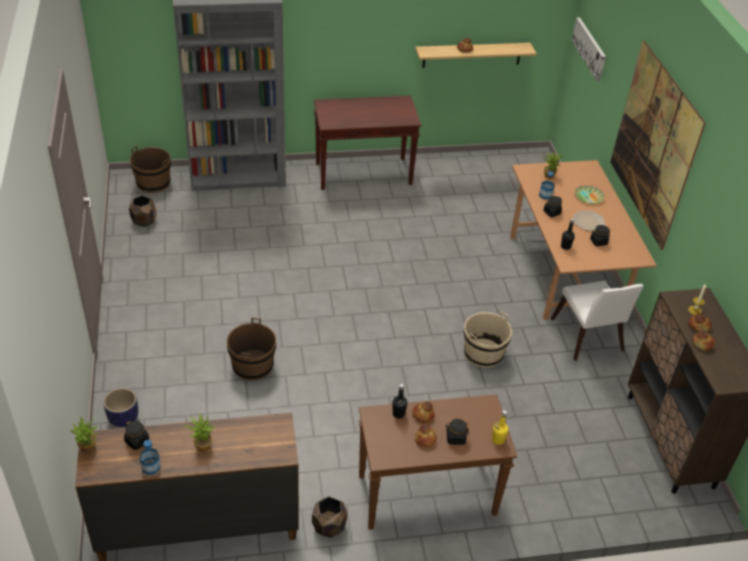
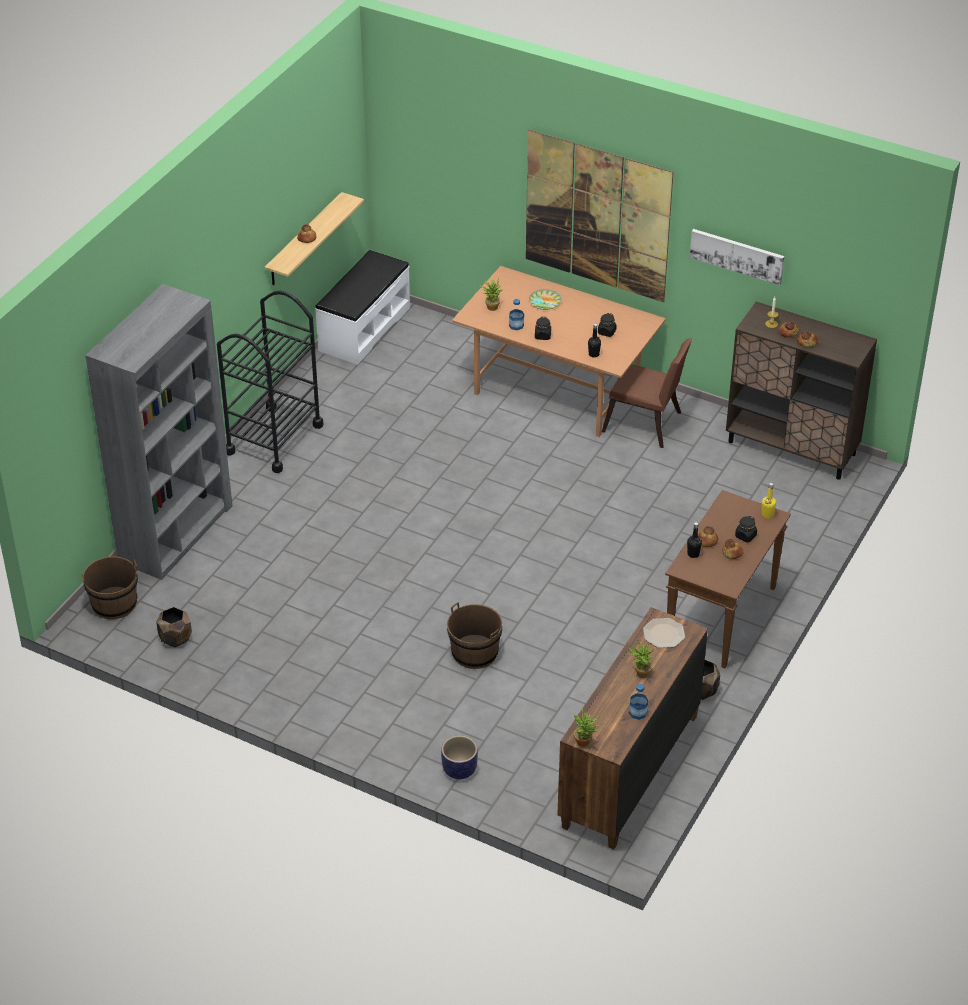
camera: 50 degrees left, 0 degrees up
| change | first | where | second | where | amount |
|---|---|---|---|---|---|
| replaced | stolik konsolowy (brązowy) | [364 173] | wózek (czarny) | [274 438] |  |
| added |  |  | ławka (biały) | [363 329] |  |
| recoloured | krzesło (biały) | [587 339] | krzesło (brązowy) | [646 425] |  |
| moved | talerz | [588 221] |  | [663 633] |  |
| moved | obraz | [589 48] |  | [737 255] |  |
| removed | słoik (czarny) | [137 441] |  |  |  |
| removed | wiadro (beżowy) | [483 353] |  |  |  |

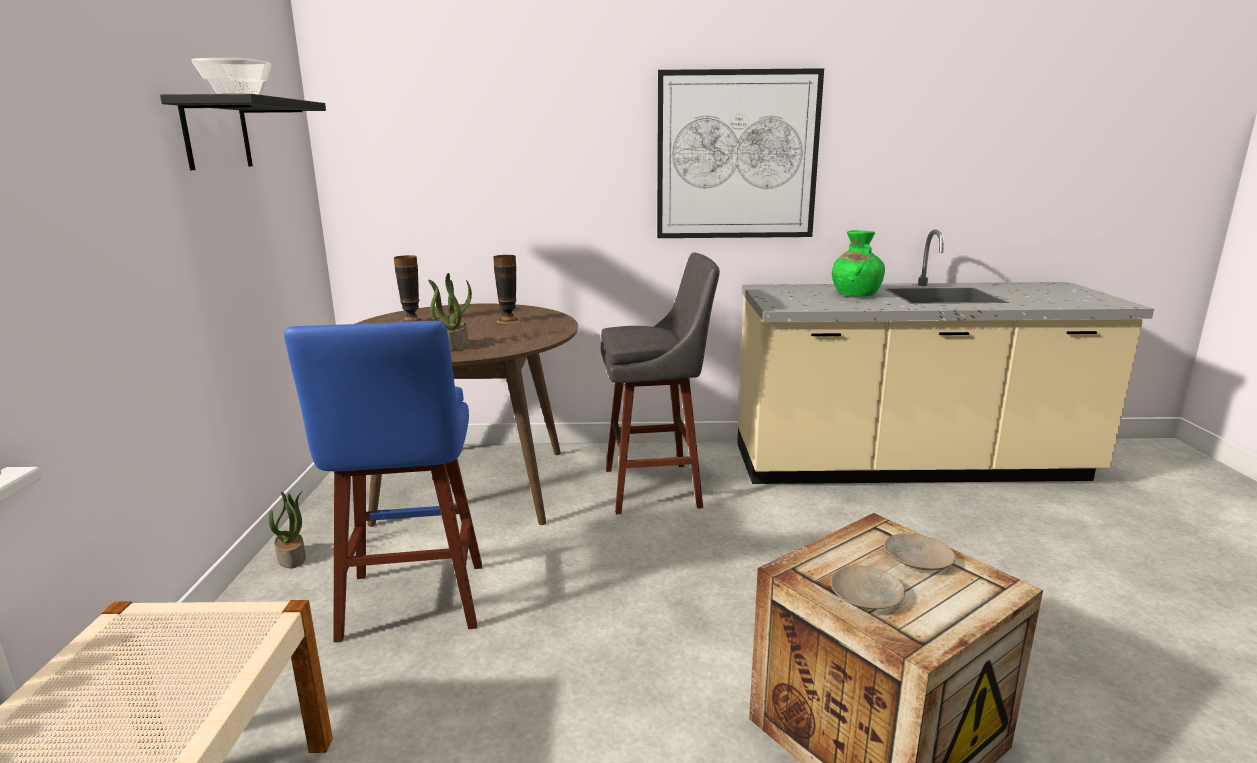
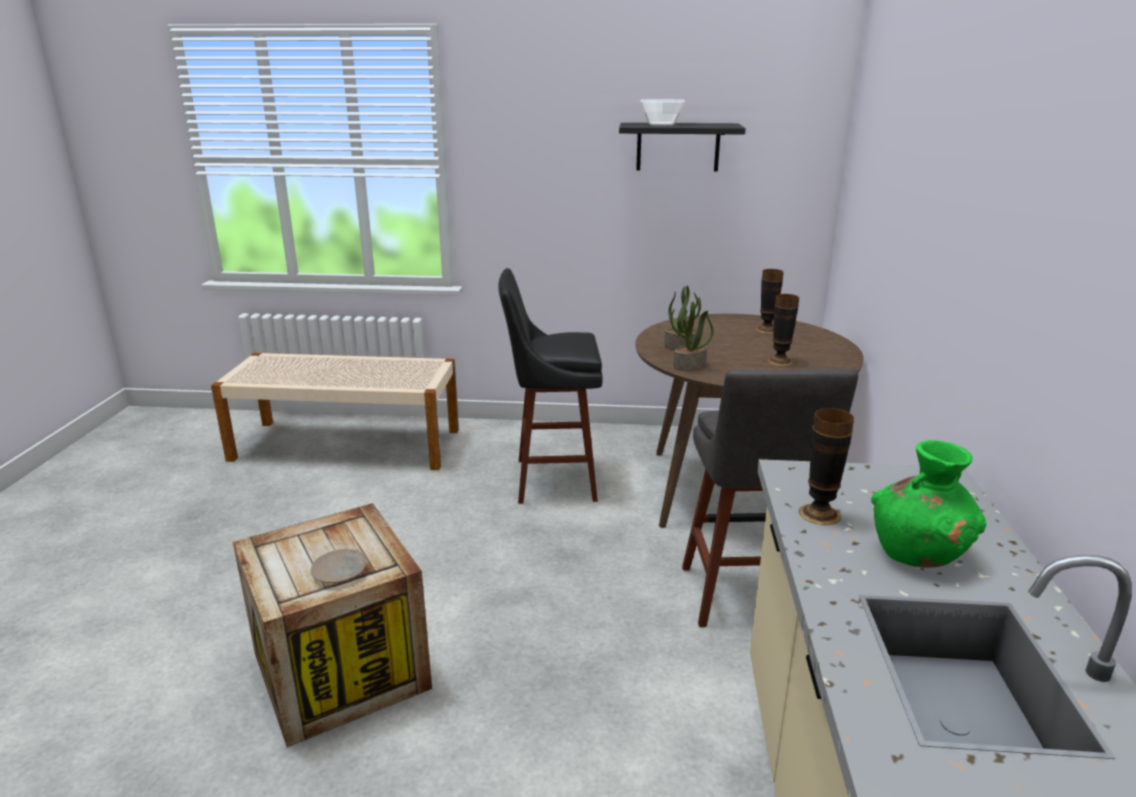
camera: 95 degrees right, 5 degrees up
| change | first | where | second | where | amount |
|---|---|---|---|---|---|
| recoloured | stołek (niebieski) | [411 605] | stołek (czarny) | [551 479] |  |
| moved | roślina doniczkowa | [292 558] |  | [689 366] |  |
| added |  |  | wazon | [819 514] |  |
| removed | obraz | [737 156] |  |  |  |
| removed | talerz (beżowy) | [867 595] |  |  |  |

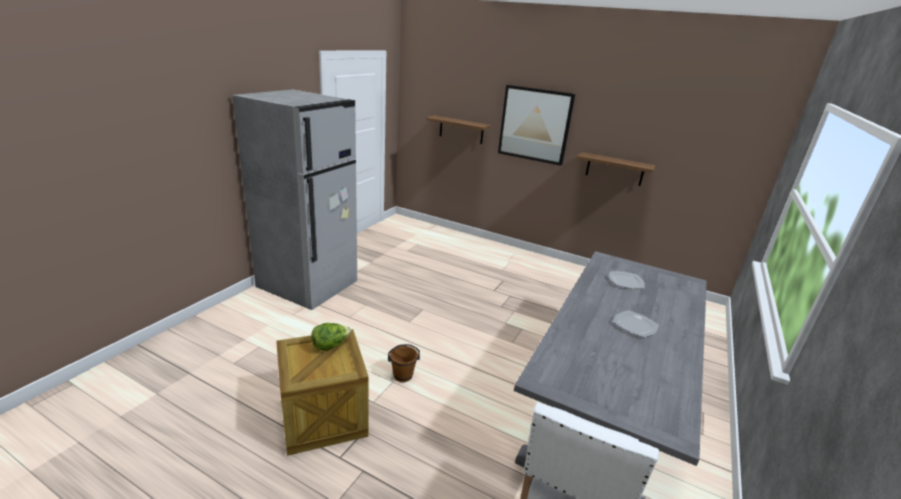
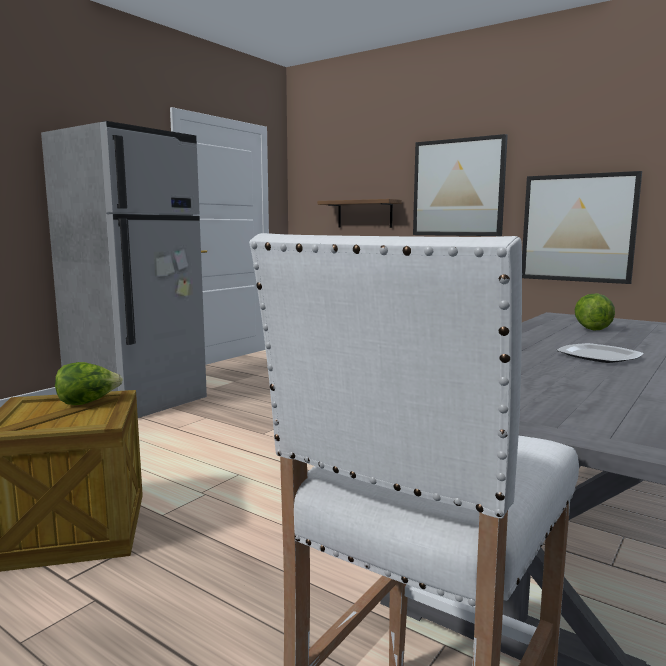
camera: 10 degrees right, 15 degrees down
| change | first | where | second | where | amount |
|---|---|---|---|---|---|
| replaced | półka | [614 169] | obraz | [578 228] |  |
| replaced | talerz | [625 281] | sałata | [591 329] |  |
| removed | wiadro (brązowy) | [403 375] |  |  |  |

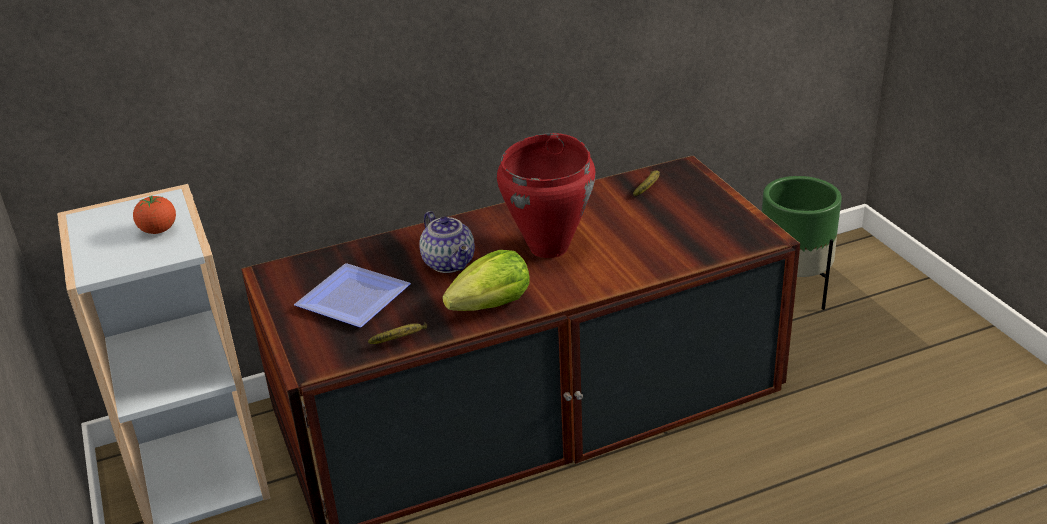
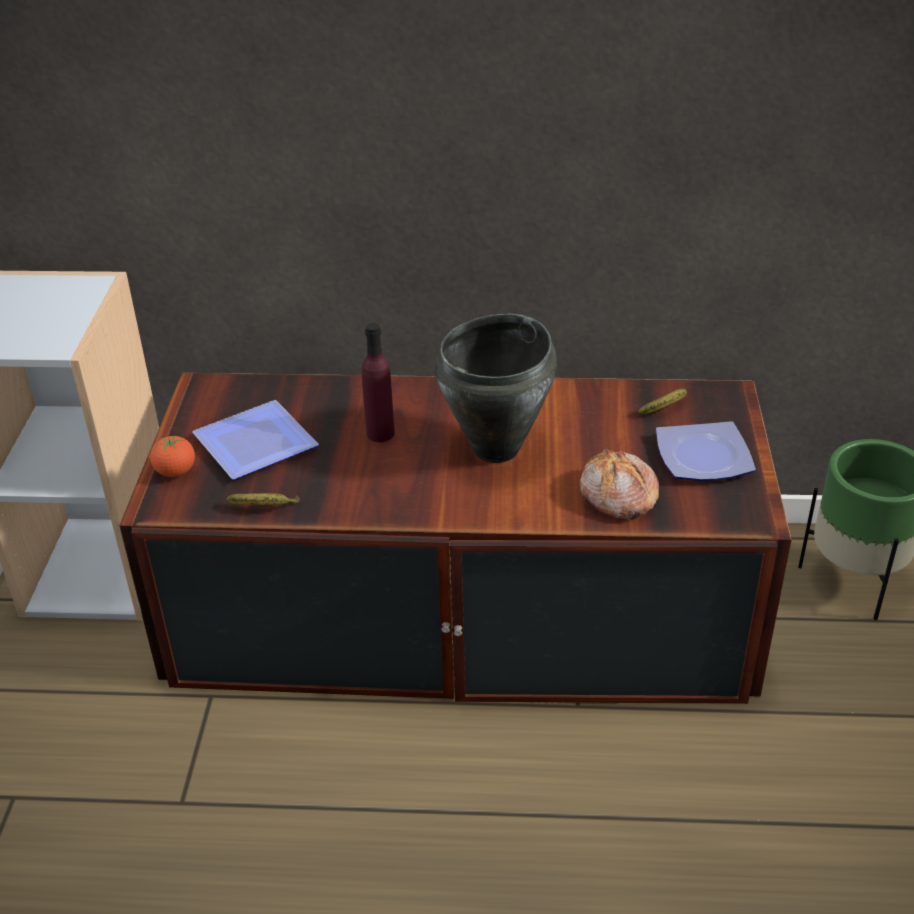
camera: 25 degrees right, 5 degrees up
| change | first | where | second | where | amount |
|---|---|---|---|---|---|
| moved | pomidor | [158 230] |  | [175 472] |  |
| replaced | imbryk | [450 263] | butelka (fioletowy) | [380 433] |  |
| recoloured | garnek (czerwony) | [550 247] | garnek (czarny) | [497 448] |  |
| added |  |  | chleb | [617 496] |  |
| added |  |  | talerz | [705 458] |  |
| removed | sałata | [492 306] |  |  |  |

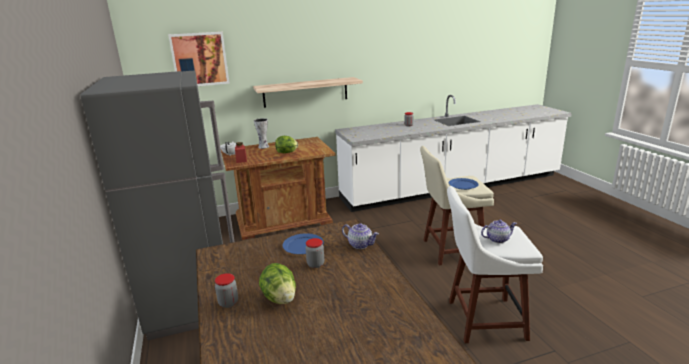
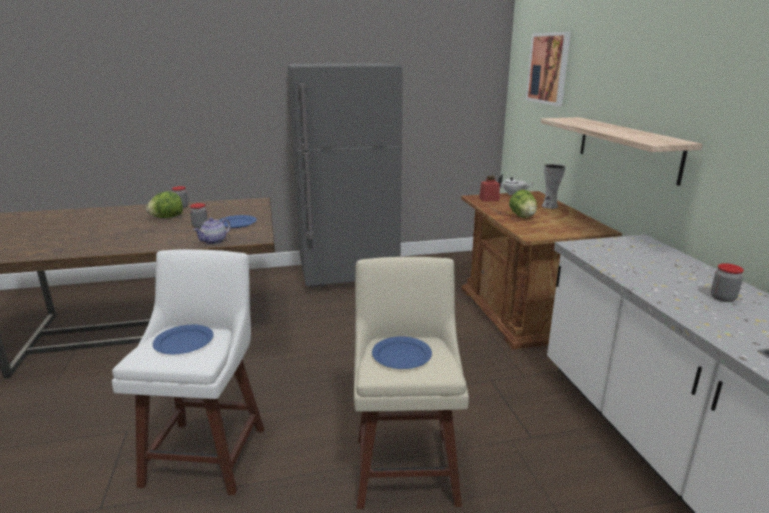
camera: 95 degrees right, 0 degrees up
| change | first | where | second | where | amount |
|---|---|---|---|---|---|
| replaced | imbryk | [497 239] | talerz (niebieski) | [184 342] |  |

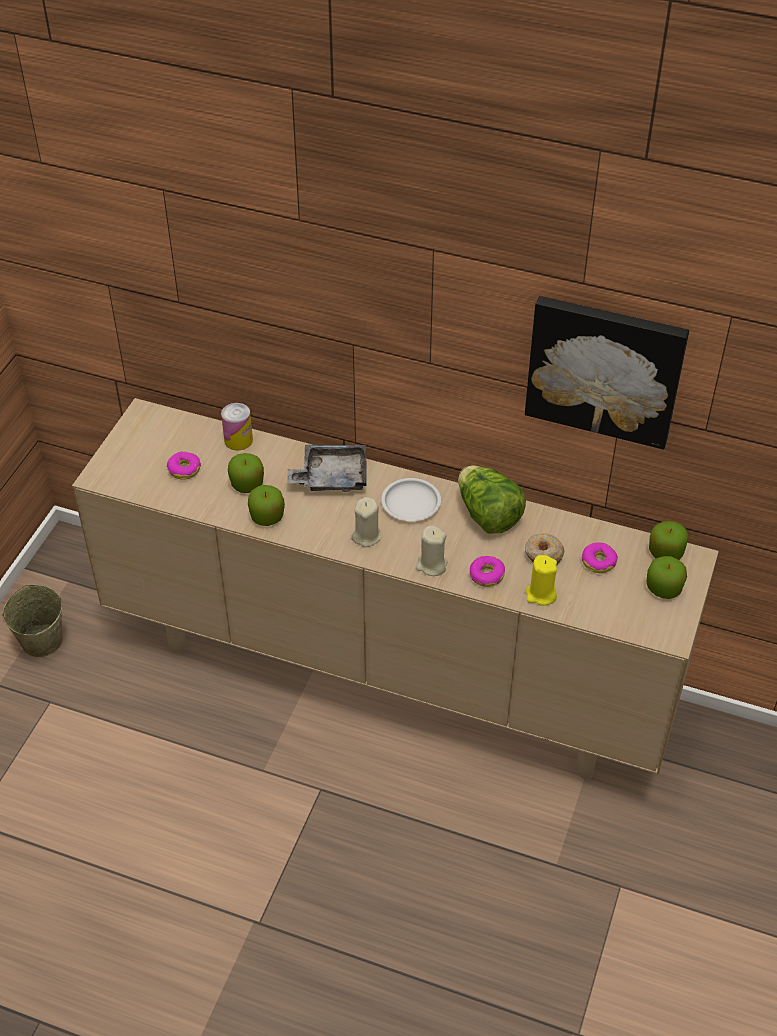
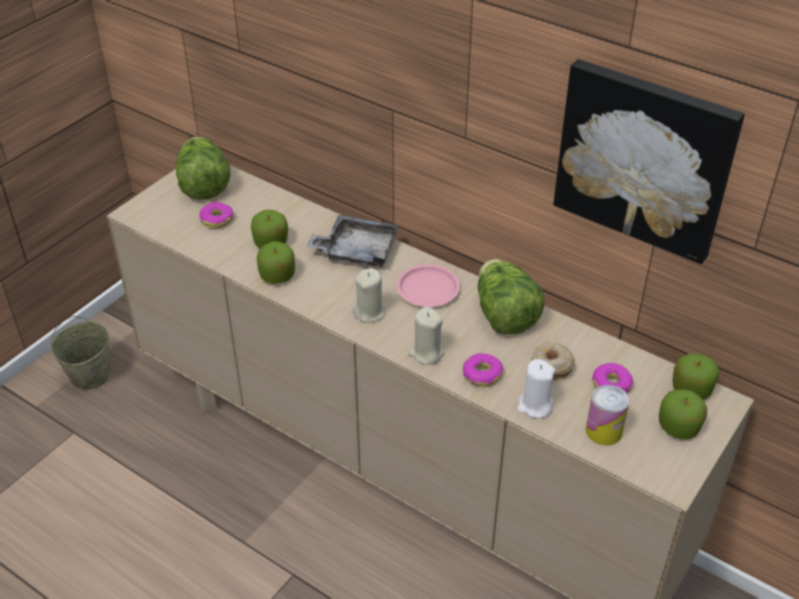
camera: 15 degrees right, 5 degrees down
| change | first | where | second | where | amount |
|---|---|---|---|---|---|
| added |  |  | sałata | [203 186] |  |
| recoloured | talerz (biały) | [411 503] | talerz (różowy) | [428 290] |  |
| recoloured | świeca (żółty) | [540 594] | świeca (biały) | [535 406] |  |
| moved | puszka | [238 440] |  | [603 431] |  |

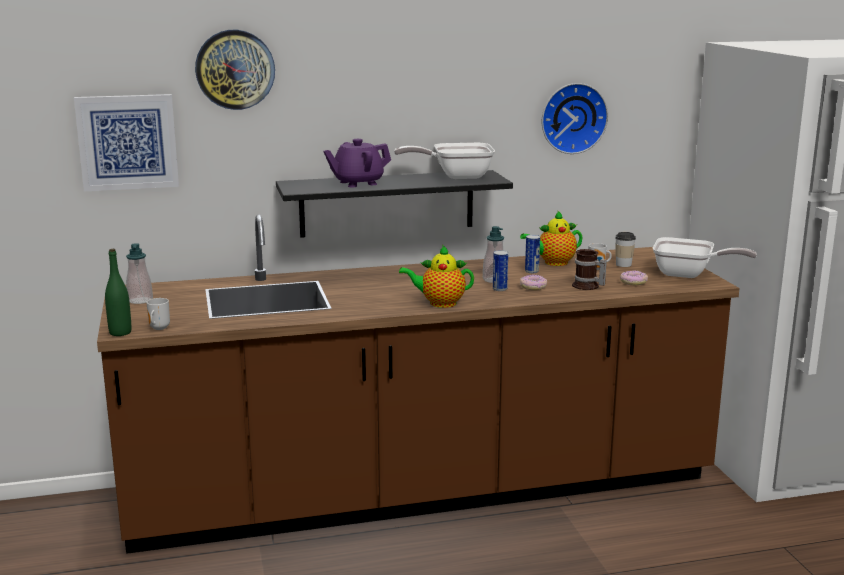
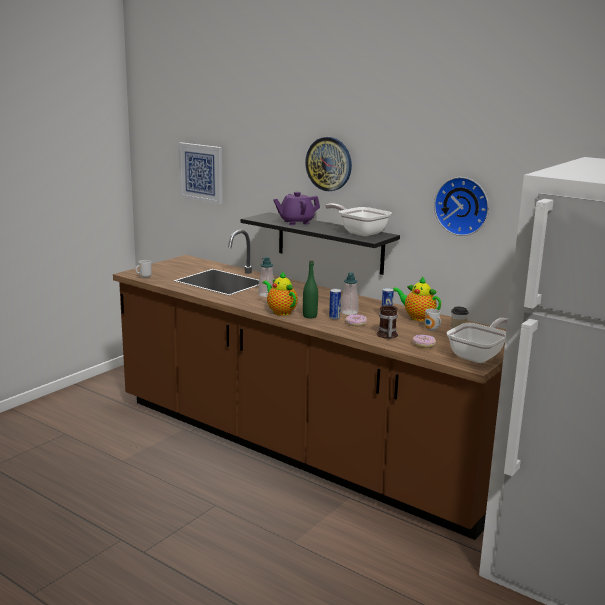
camera: 50 degrees right, 0 degrees up
| change | first | where | second | where | amount |
|---|---|---|---|---|---|
| moved | dozownik mydła | [140 300] |  | [266 295] |  |
| turned | imbryk (fioletowy) | [357 183] |  | [296 222] | 45 degrees counterclockwise |
| moved | butelka (zielony) | [120 332] |  | [310 316] |  |
| moved | zegar ścienny | [235 69] |  | [329 164] |  |
| turned | patelnia | [689 274] |  | [479 355] | 120 degrees counterclockwise |

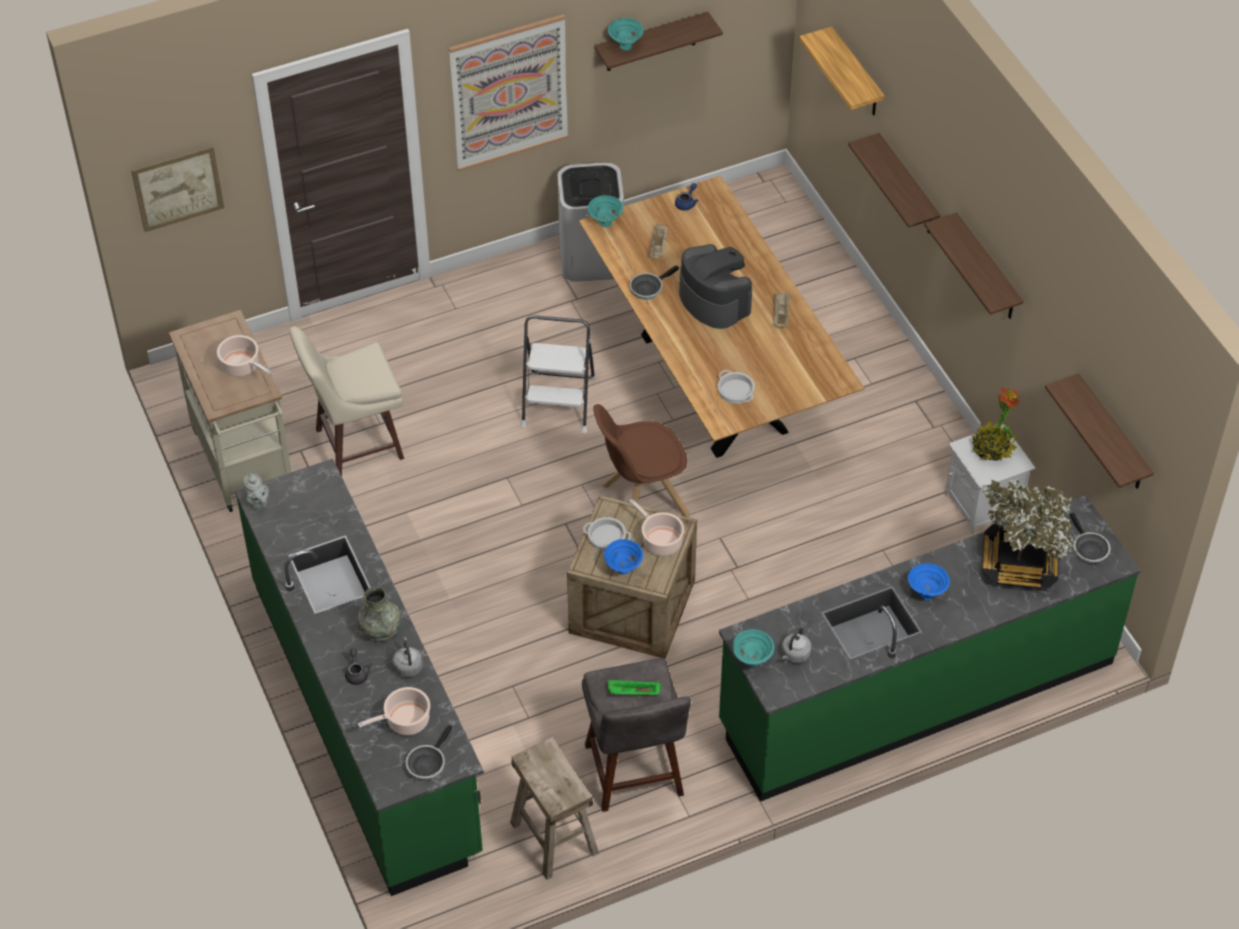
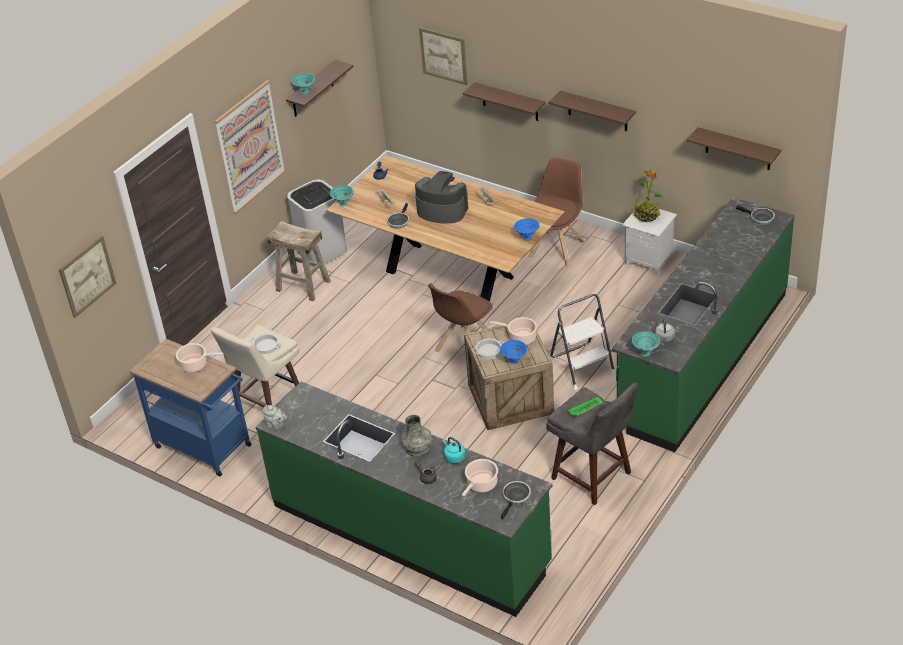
camera: 30 degrees left, 10 degrees down
| change | first | where | second | where | amount |
|---|---|---|---|---|---|
| recoloured | wózek (beżowy) | [244 463] | wózek (niebieski) | [205 447] |  |
| moved | garnek | [736 391] |  | [266 346] |  |
| moved | stołek (beżowy) | [555 837] |  | [303 285] |  |
| replaced | półka | [856 74] | obraz | [443 55] |  |
| recoloured | czajnik (szary) | [408 666] | czajnik (turkusowy) | [454 457] |  |
| turned | patelnia | [427 763] |  | [516 498] | 150 degrees counterclockwise |
| moved | miska (niebieski) | [925 594] |  | [526 238] |  |
| added |  |  | krzesło (brązowy) | [557 247] |  |
| moved | drabinka (biały) | [559 399] |  | [581 364] |  |
| removed | roślina doniczkowa | [1018 564] |  |  |  |

